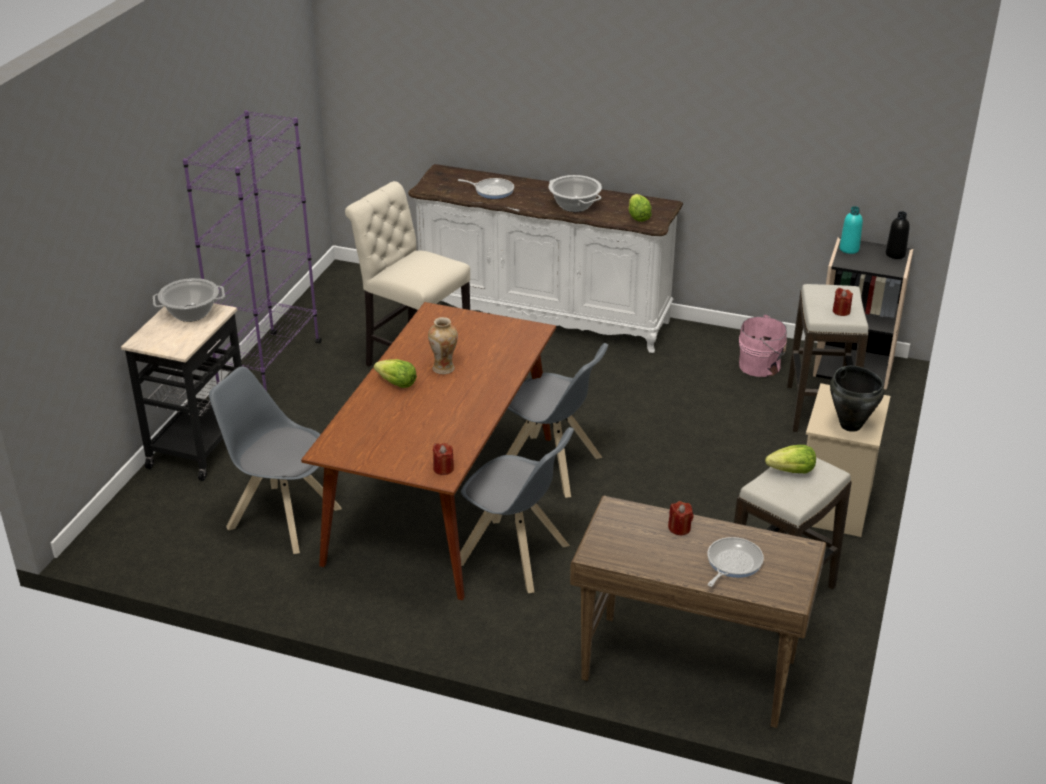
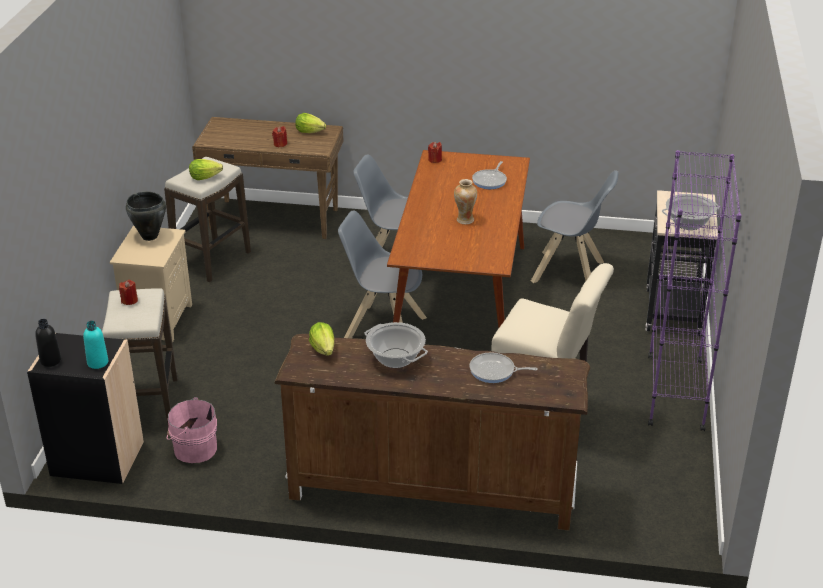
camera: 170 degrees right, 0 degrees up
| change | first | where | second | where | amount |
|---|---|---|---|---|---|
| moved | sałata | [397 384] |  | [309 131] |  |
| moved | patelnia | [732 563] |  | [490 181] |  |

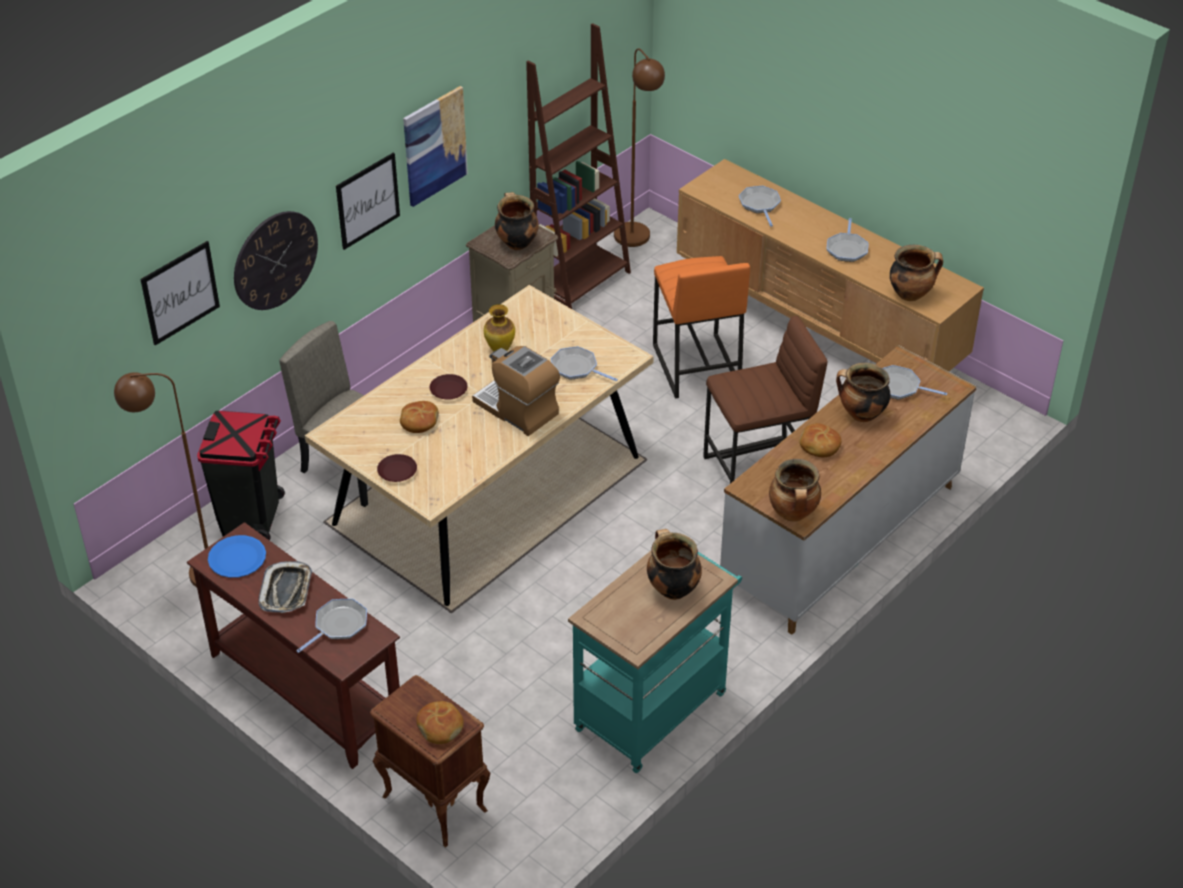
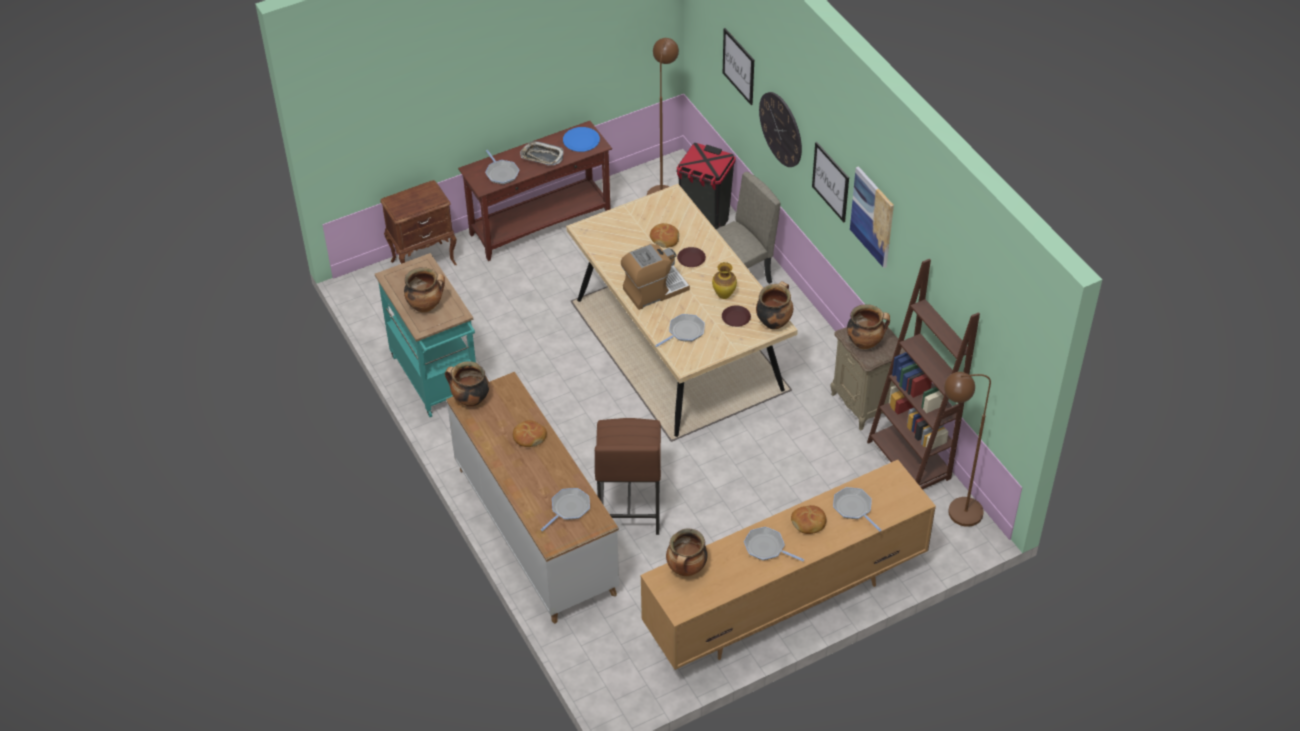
camera: 110 degrees right, 5 degrees up
| change | first | where | second | where | amount |
|---|---|---|---|---|---|
| moved | talerz (brązowy) | [397 471] |  | [736 318] |  |
| moved | garnek | [860 414] |  | [773 322] |  |
| moved | chleb | [440 727] |  | [809 523] |  |
| turned | patelnia | [760 205] |  | [854 508] | 135 degrees counterclockwise |
| removed | stołek (pomarańczowy) | [696 366] |  |  |  |

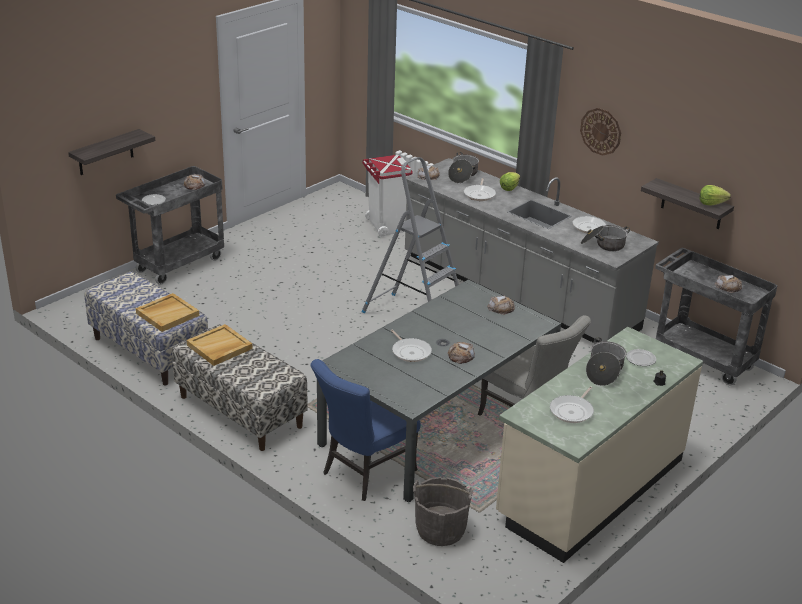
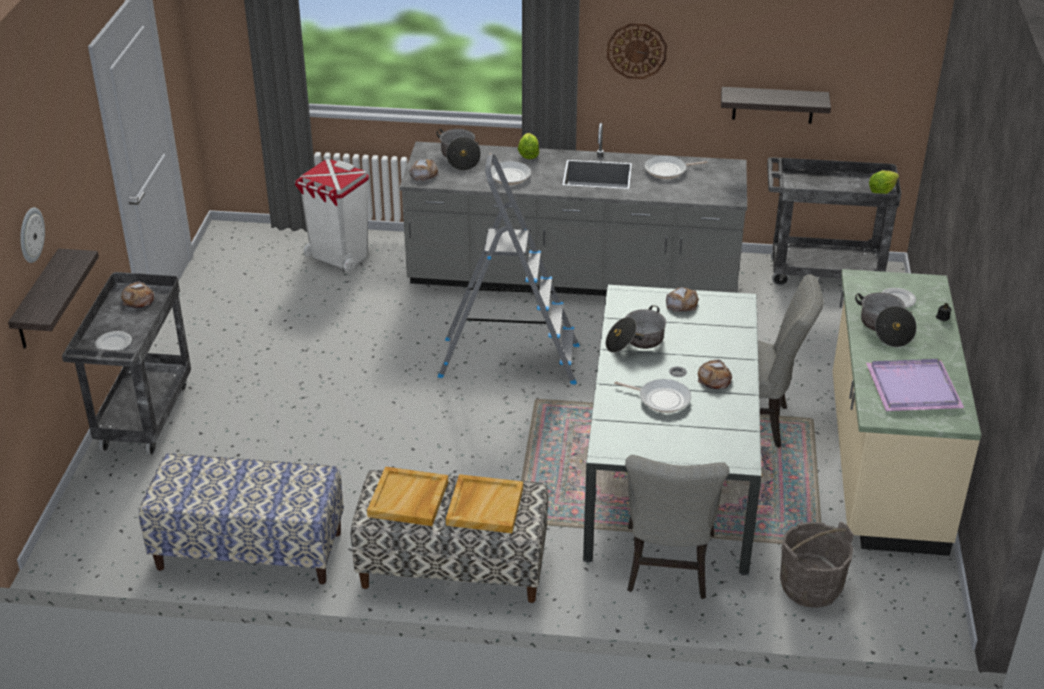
camera: 35 degrees left, 5 degrees up
| change | first | where | second | where | amount |
|---|---|---|---|---|---|
| added |  |  | zegar ścienny | [30 235] |  |
| moved | taca (beżowy) | [167 314] |  | [484 506] |  |
| moved | garnek | [603 245] |  | [635 341] |  |
| recoloured | krzesło (niebieski) | [364 473] | krzesło (szary) | [668 567] |  |
| replaced | patelnia | [572 411] | taca (fioletowy) | [914 387] |  |
| moved | sałata | [711 203] |  | [882 191] |  |
| removed | chleb | [728 286] |  |  |  |

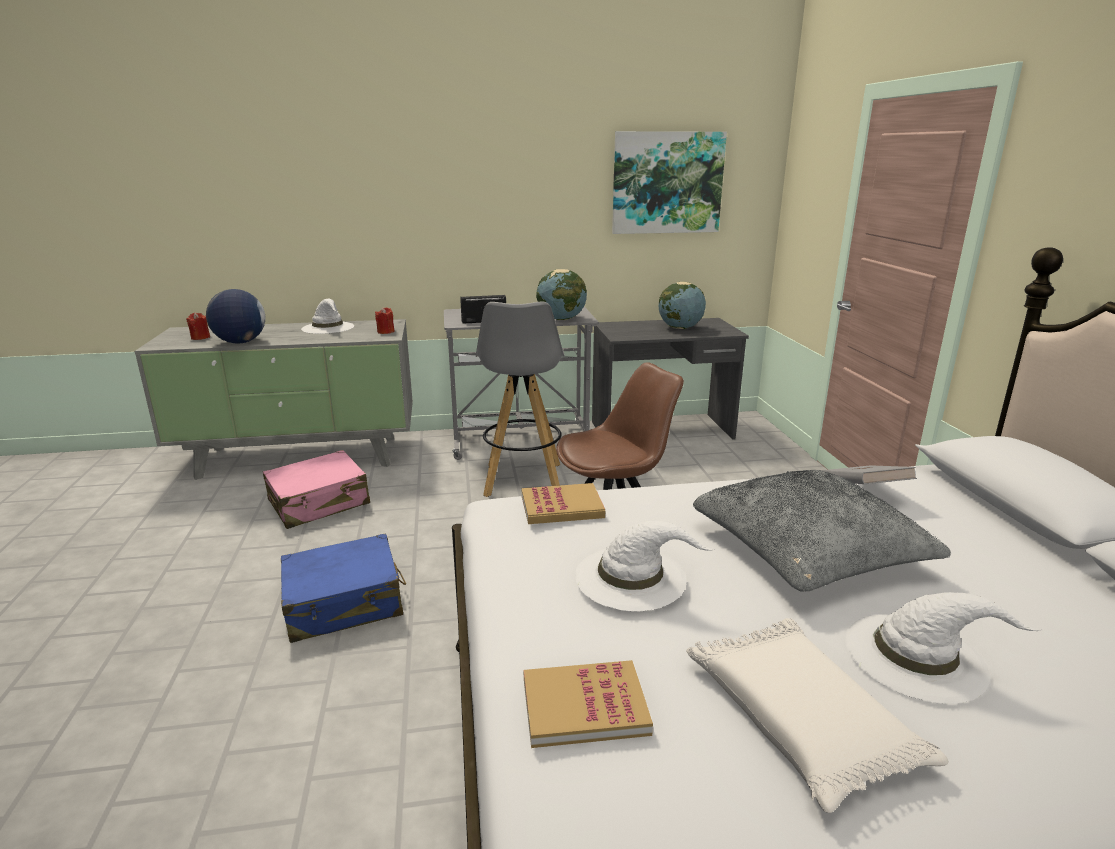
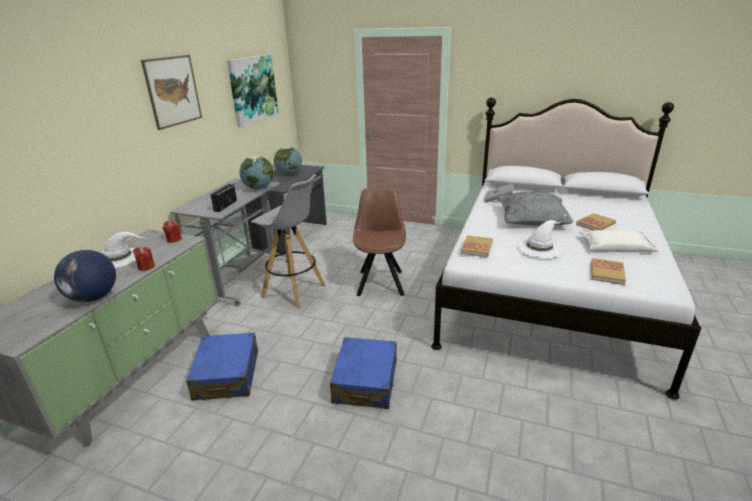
camera: 60 degrees left, 5 degrees up
| change | first | where | second | where | amount |
|---|---|---|---|---|---|
| moved | świeca (czerwony) | [200 337] |  | [146 267] |  |
| added |  |  | obraz | [173 91] |  |
| recoloured | walizka (różowy) | [319 503] | walizka (niebieski) | [227 375] |  |
| replaced | kapelusz (biały) | [917 656] | książka | [595 224] |  |

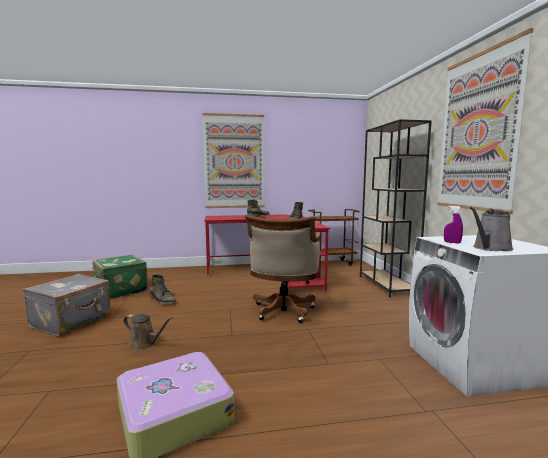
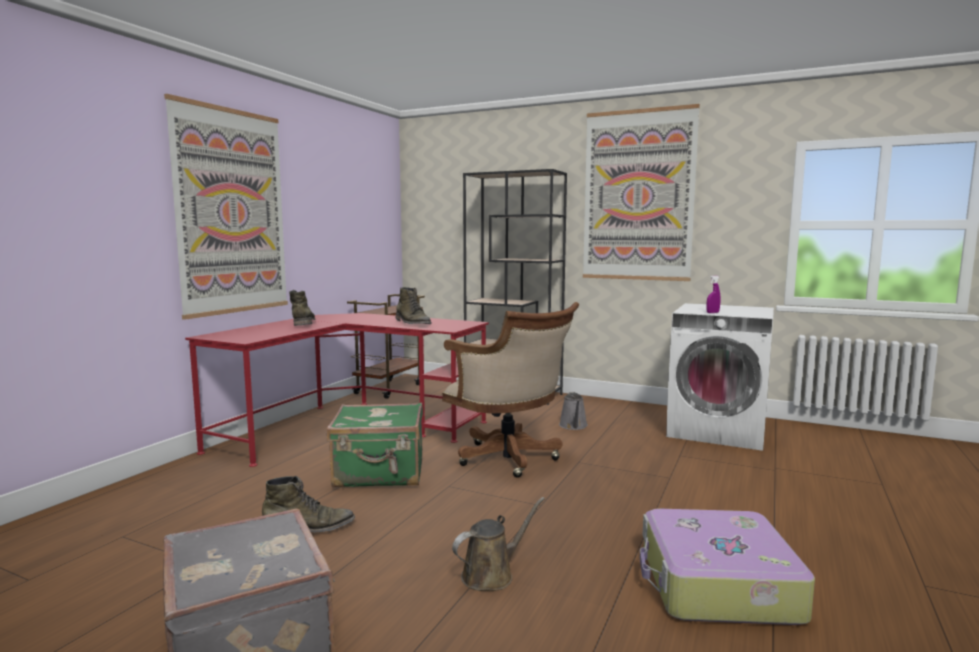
camera: 55 degrees left, 0 degrees up
| change | first | where | second | where | amount |
|---|---|---|---|---|---|
| moved | walizka (zielony) | [120 290] |  | [380 473] |  |
| moved | konewka (szary) | [490 248] |  | [573 426] |  |

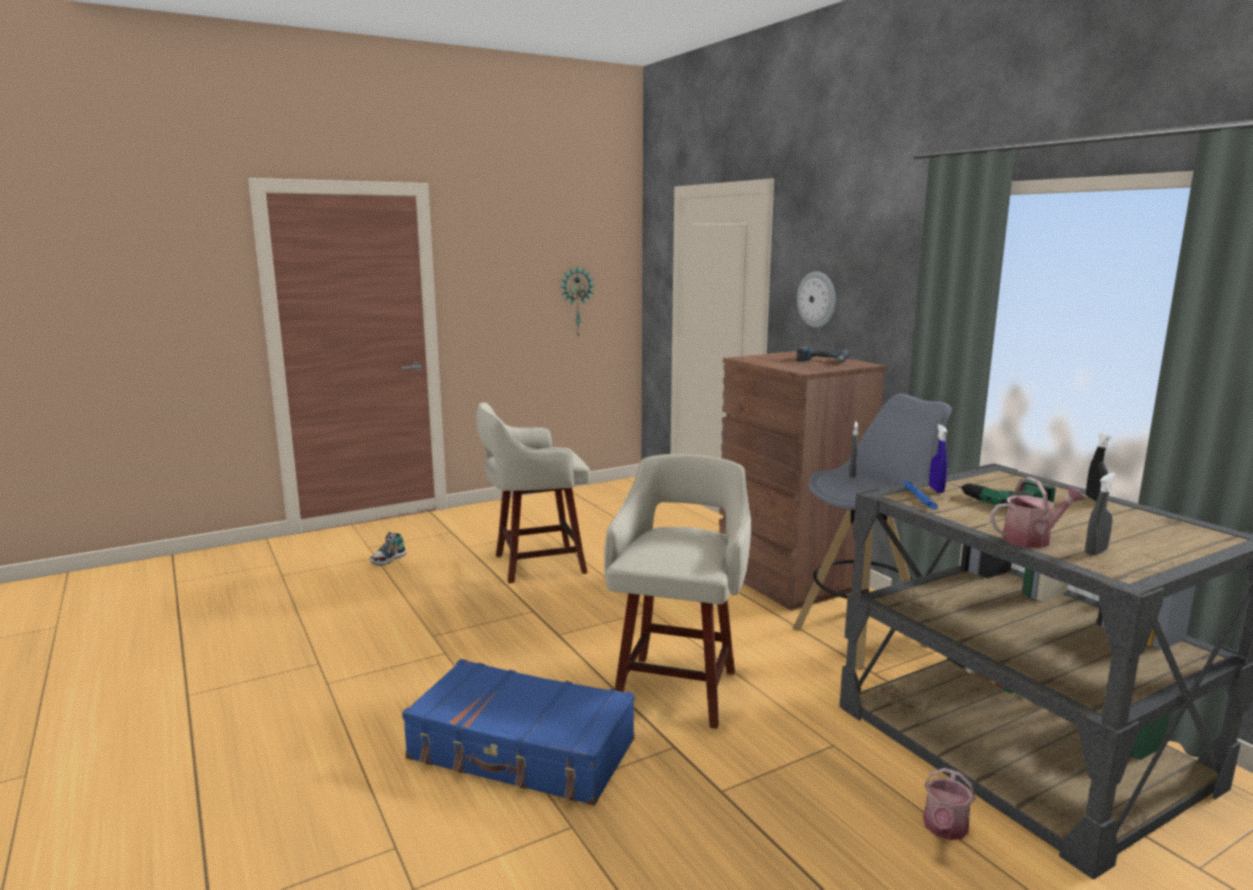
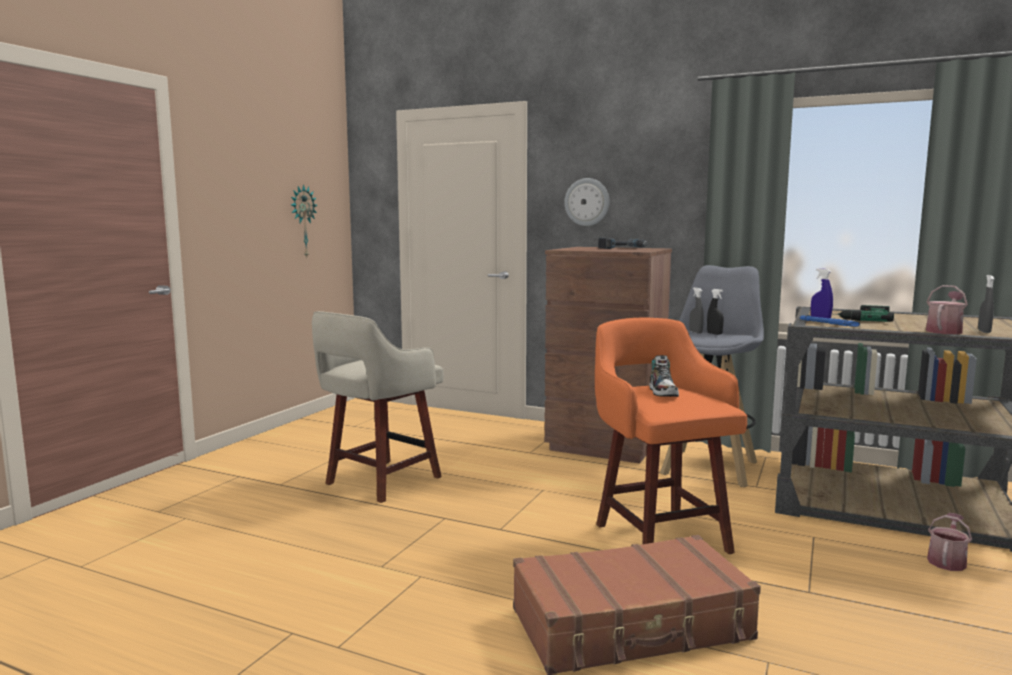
camera: 35 degrees left, 5 degrees down
| change | first | where | second | where | amount |
|---|---|---|---|---|---|
| recoloured | walizka (niebieski) | [522 751] | walizka (brązowy) | [632 625] |  |
| recoloured | stołek (beżowy) | [678 687] | stołek (pomarańczowy) | [659 536] |  |
| moved | but | [388 559] |  | [663 392] |  |
| moved | spryskiwacz (czarny) | [1094 499] |  | [714 333] |  |
| turned | konewka | [944 829] |  | [947 560] | 135 degrees counterclockwise |

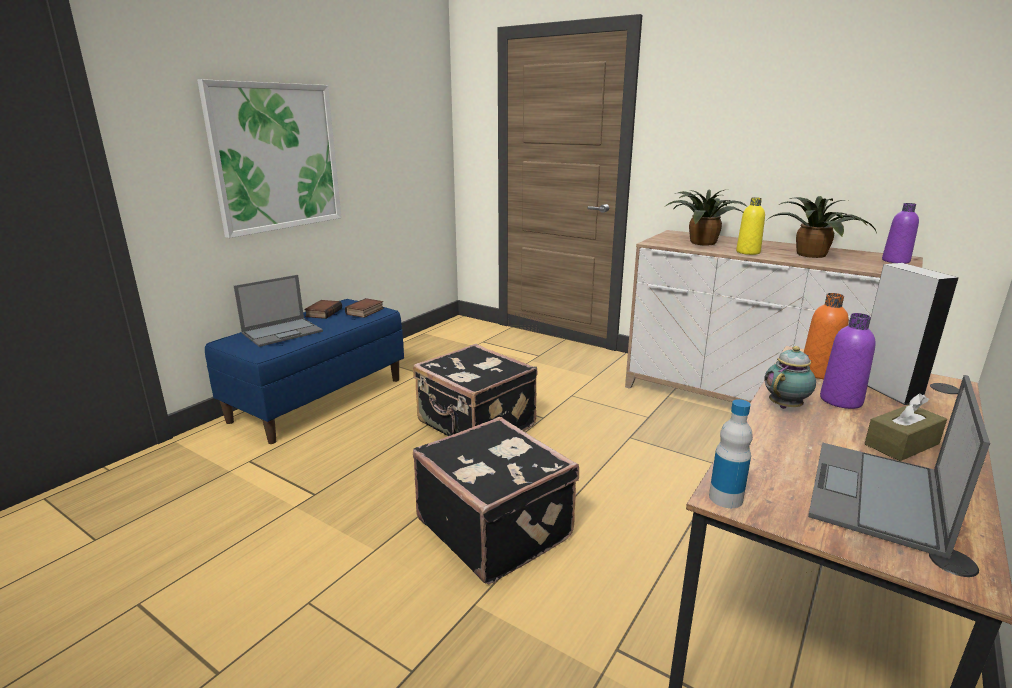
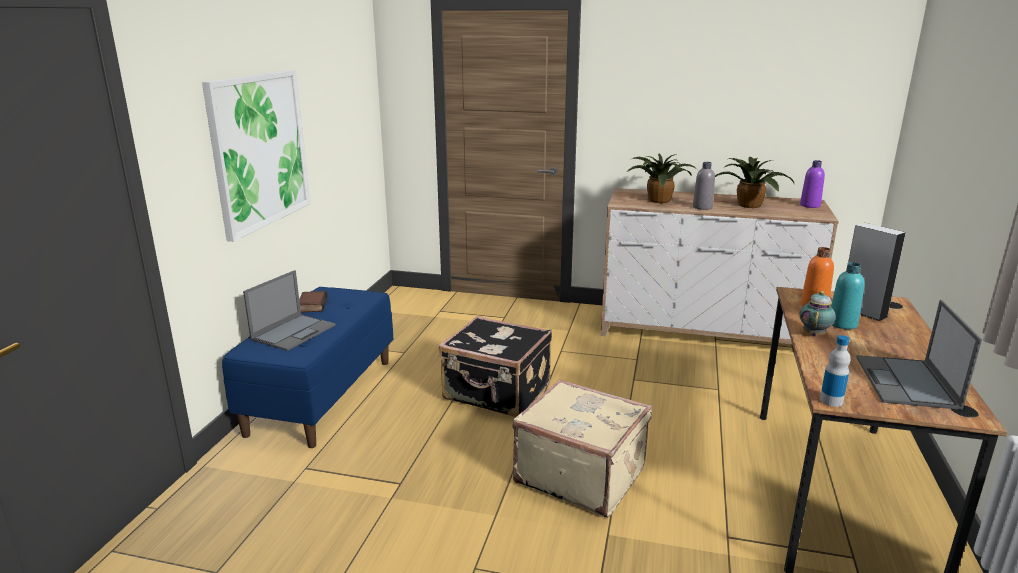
camera: 20 degrees left, 0 degrees up
| change | first | where | second | where | amount |
|---|---|---|---|---|---|
| recoloured | walizka (czarny) | [496 527] | walizka (beżowy) | [580 474] |  |
| recoloured | butelka (żółty) | [748 252] | butelka (szary) | [702 207] |  |
| recoloured | butelka (fioletowy) | [841 400] | butelka (turkusowy) | [842 324] |  |
| removed | książka | [365 312] |  |  |  |
| removed | pudełko chusteczek (brązowy) | [901 444] |  |  |  |

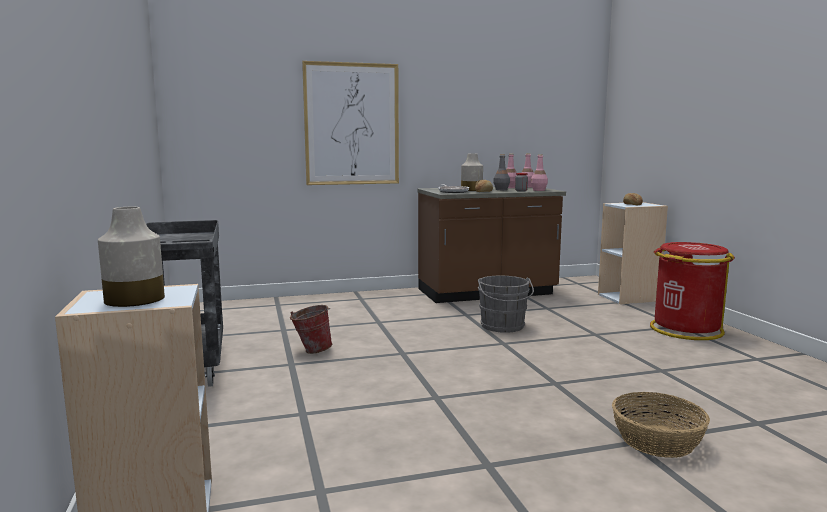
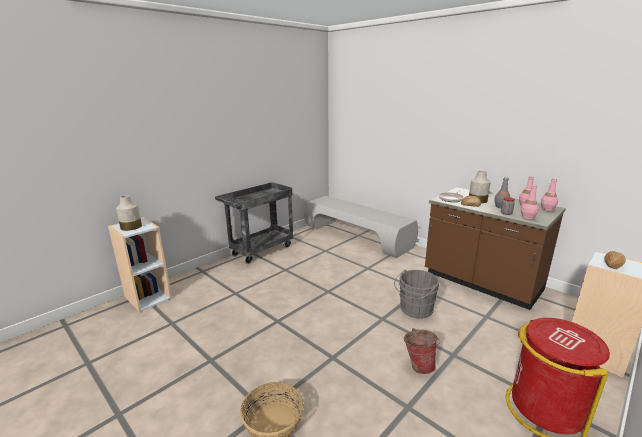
camera: 60 degrees right, 10 degrees up
| change | first | where | second | where | amount |
|---|---|---|---|---|---|
| added |  |  | ławka (szary) | [357 236] |  |
| moved | wiadro | [311 350] |  | [419 365] |  |
| removed | obraz | [352 124] |  |  |  |

